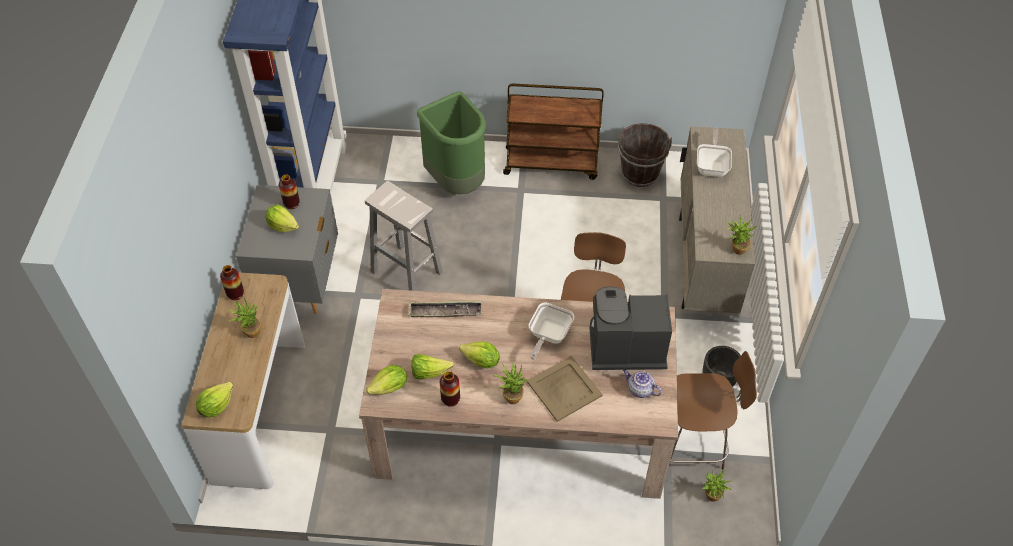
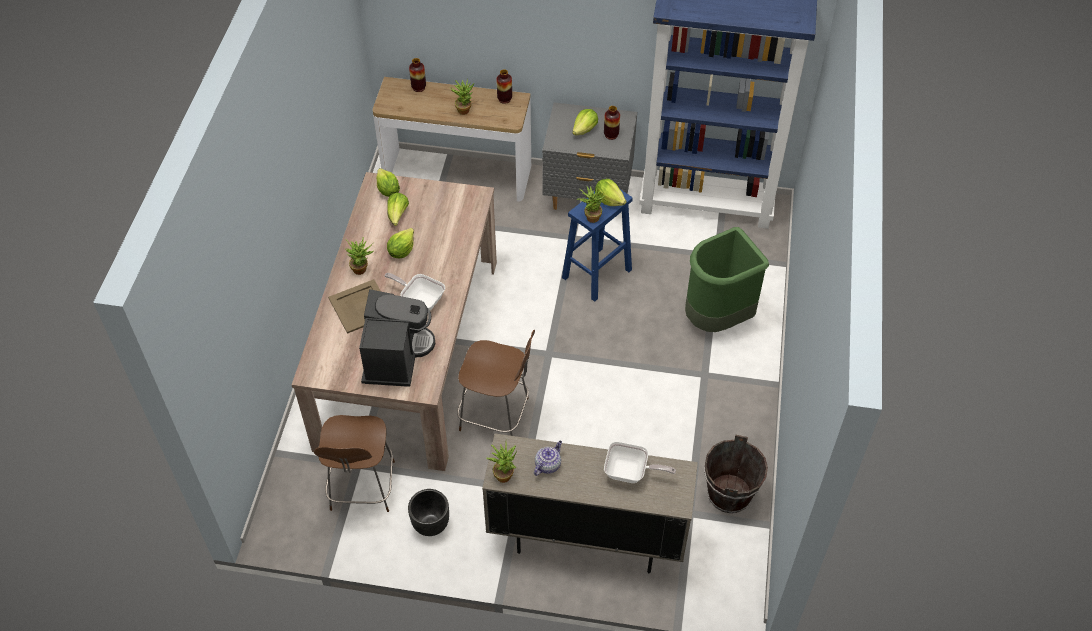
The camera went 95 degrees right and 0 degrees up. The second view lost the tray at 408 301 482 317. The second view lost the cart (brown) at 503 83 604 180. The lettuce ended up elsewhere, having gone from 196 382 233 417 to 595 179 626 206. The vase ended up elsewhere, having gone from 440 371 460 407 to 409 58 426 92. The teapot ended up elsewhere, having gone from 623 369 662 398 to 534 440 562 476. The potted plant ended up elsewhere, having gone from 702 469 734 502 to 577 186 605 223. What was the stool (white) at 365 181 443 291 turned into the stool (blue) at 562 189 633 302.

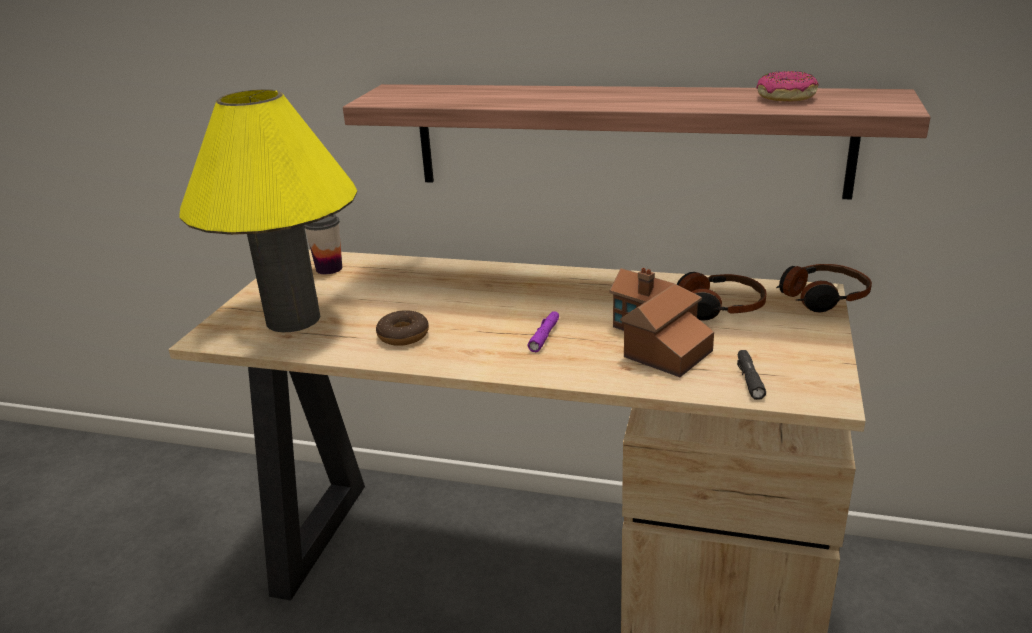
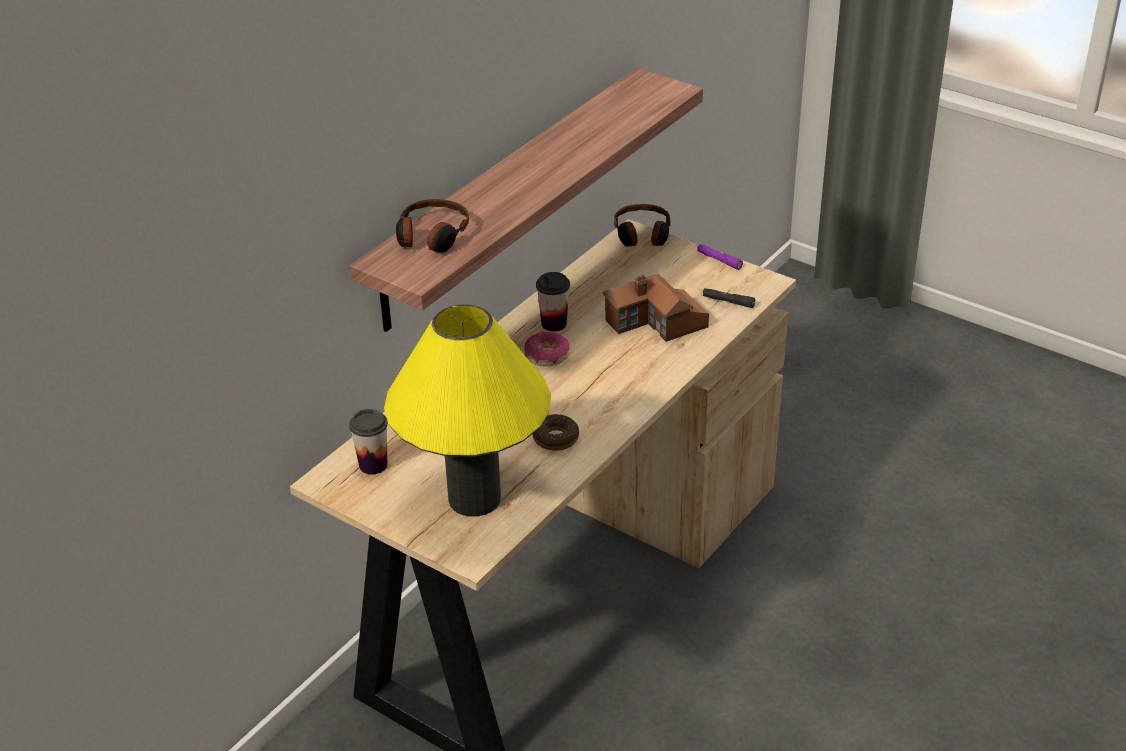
The camera went 70 degrees left and 10 degrees up. The second view gained the cup at 536 272 570 332. The flashlight (purple) ended up elsewhere, having gone from 527 311 559 352 to 697 244 743 270. The headphones ended up elsewhere, having gone from 677 272 767 321 to 396 199 469 253. The donut ended up elsewhere, having gone from 756 71 819 102 to 524 332 569 366.

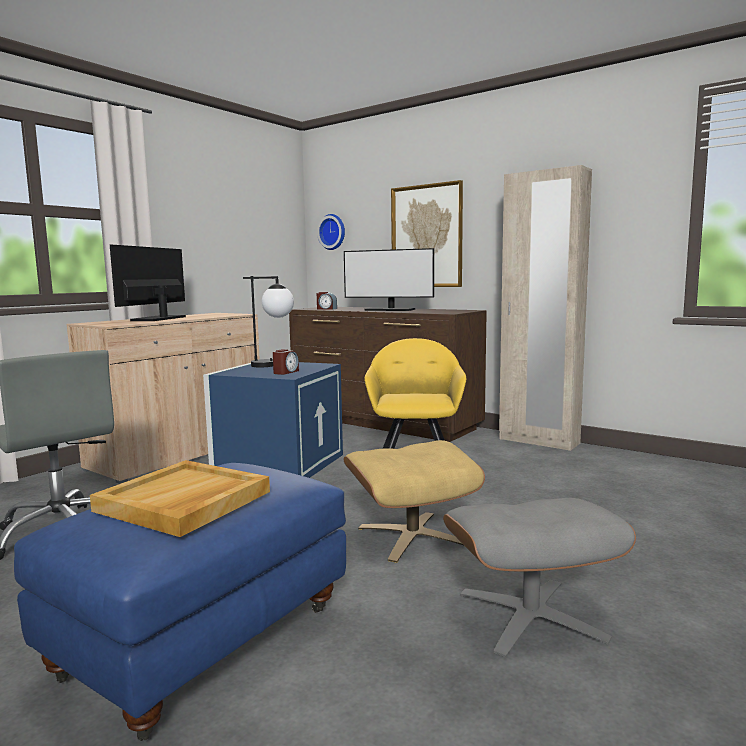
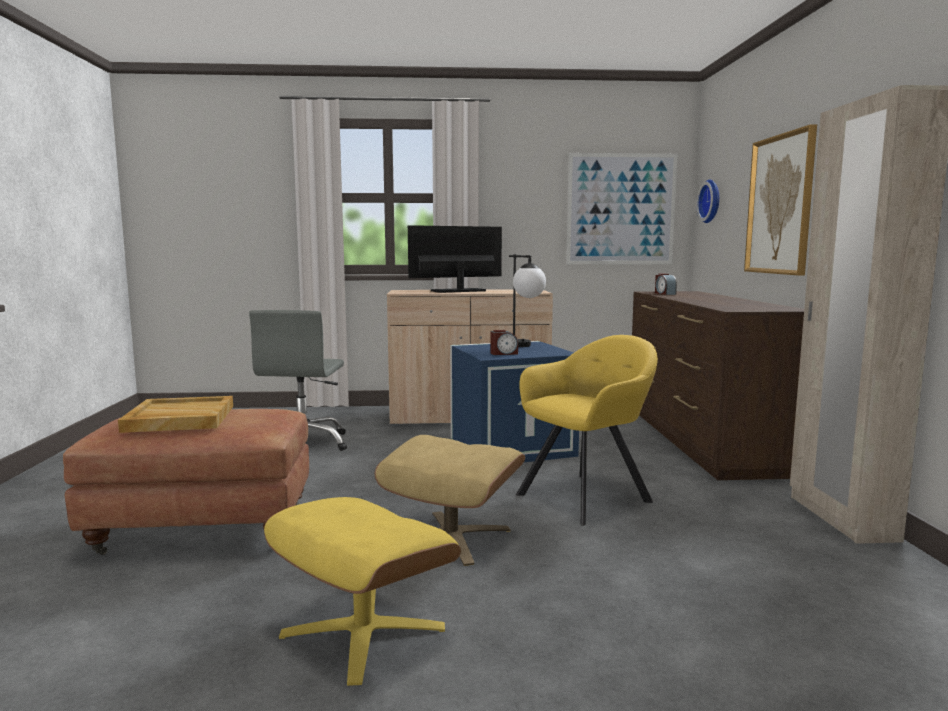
The camera went 50 degrees right and 0 degrees up. The second view lost the monitor at 344 248 434 311. The second view gained the picture at 566 153 678 264. What was the ottoman (blue) at 14 463 346 741 turned into the ottoman (brown) at 63 409 309 555. What was the ottoman (grey) at 443 498 636 657 turned into the ottoman (yellow) at 264 497 461 686.

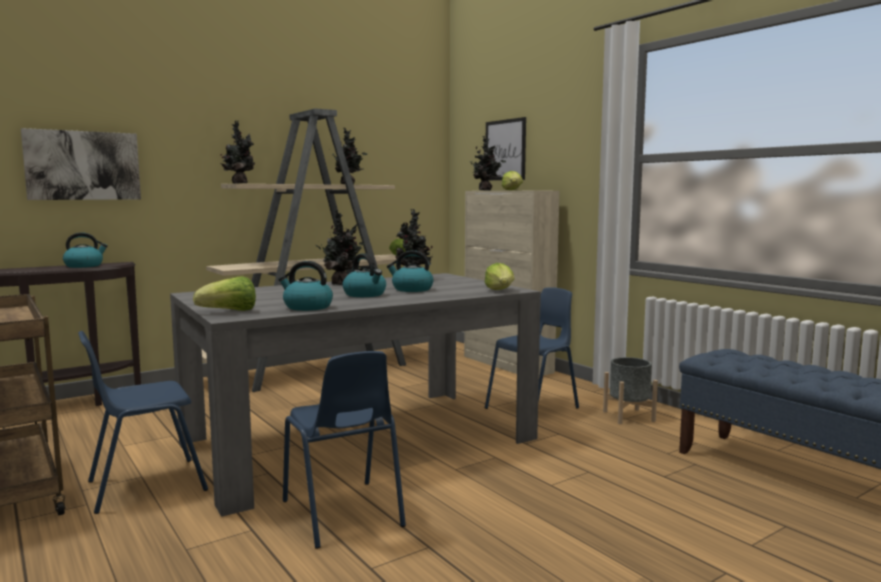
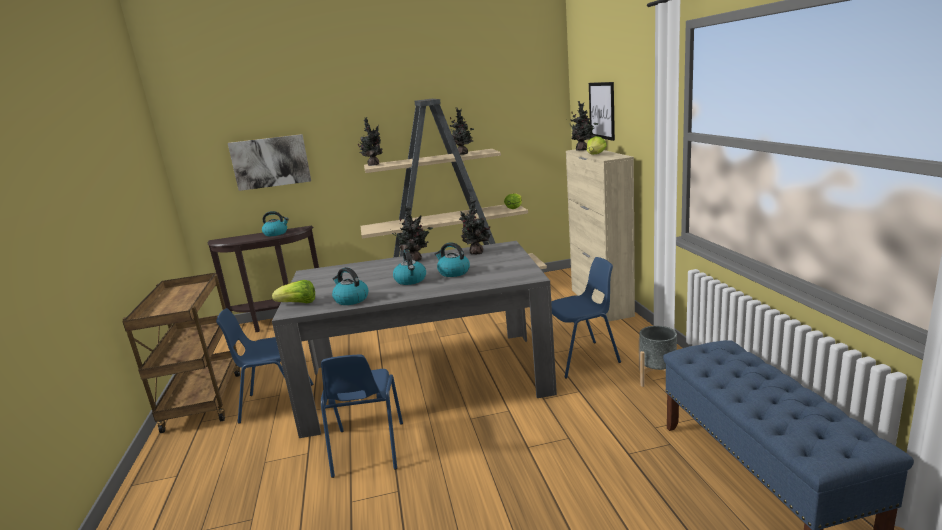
The camera went 25 degrees right and 10 degrees up. The second view lost the lettuce at 485 263 514 290.

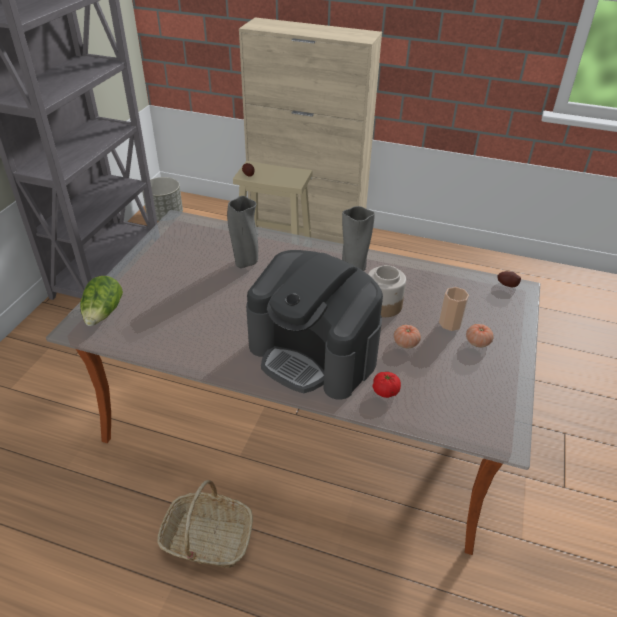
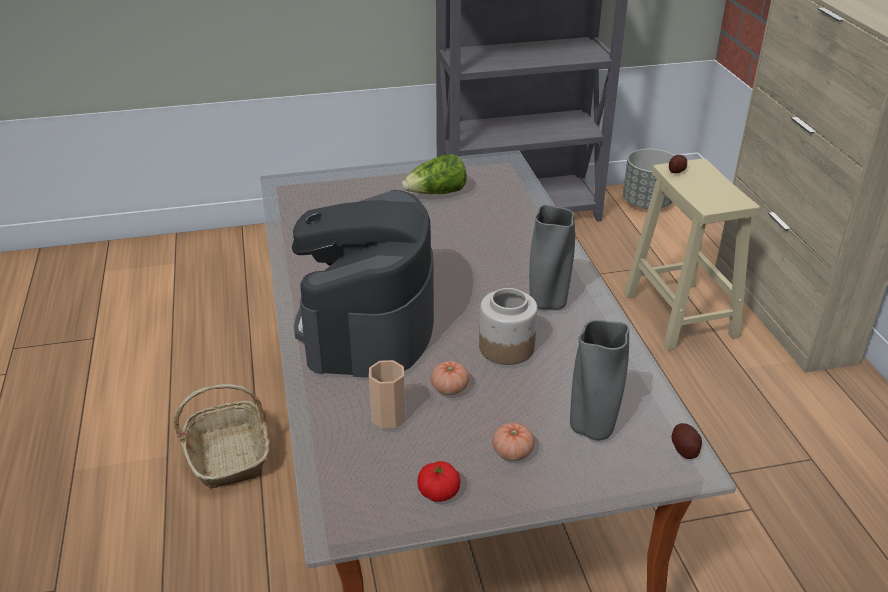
The camera went 60 degrees right and 5 degrees down. The lettuce ended up elsewhere, having gone from 80 276 123 326 to 402 154 467 194. The vase (grey) ended up elsewhere, having gone from 227 196 258 268 to 570 320 629 441. The tomato ended up elsewhere, having gone from 372 372 401 398 to 417 461 460 502. The cup ended up elsewhere, having gone from 439 287 469 331 to 369 360 406 429.

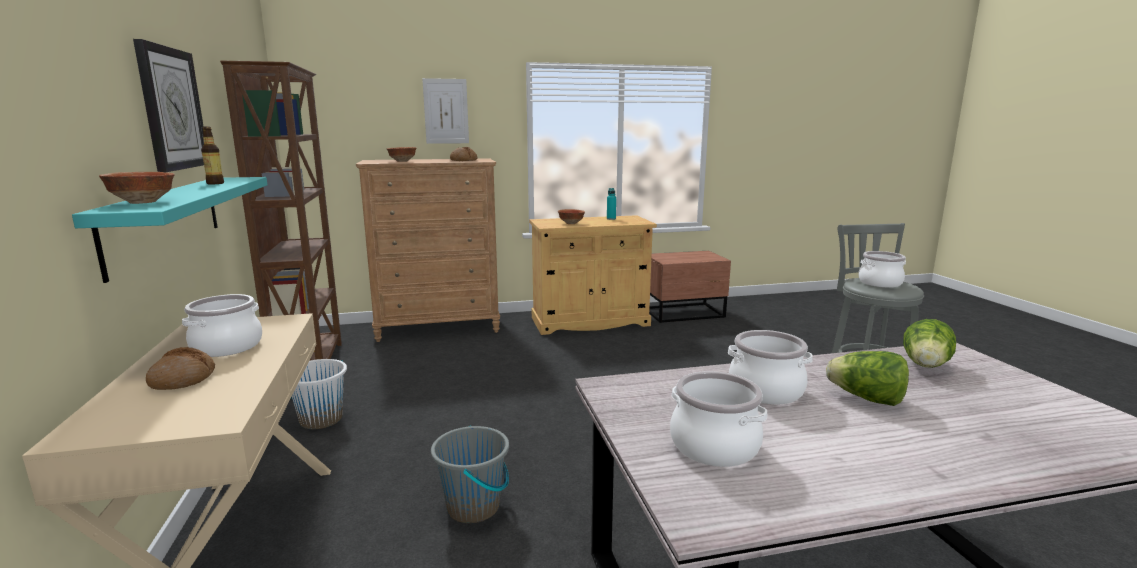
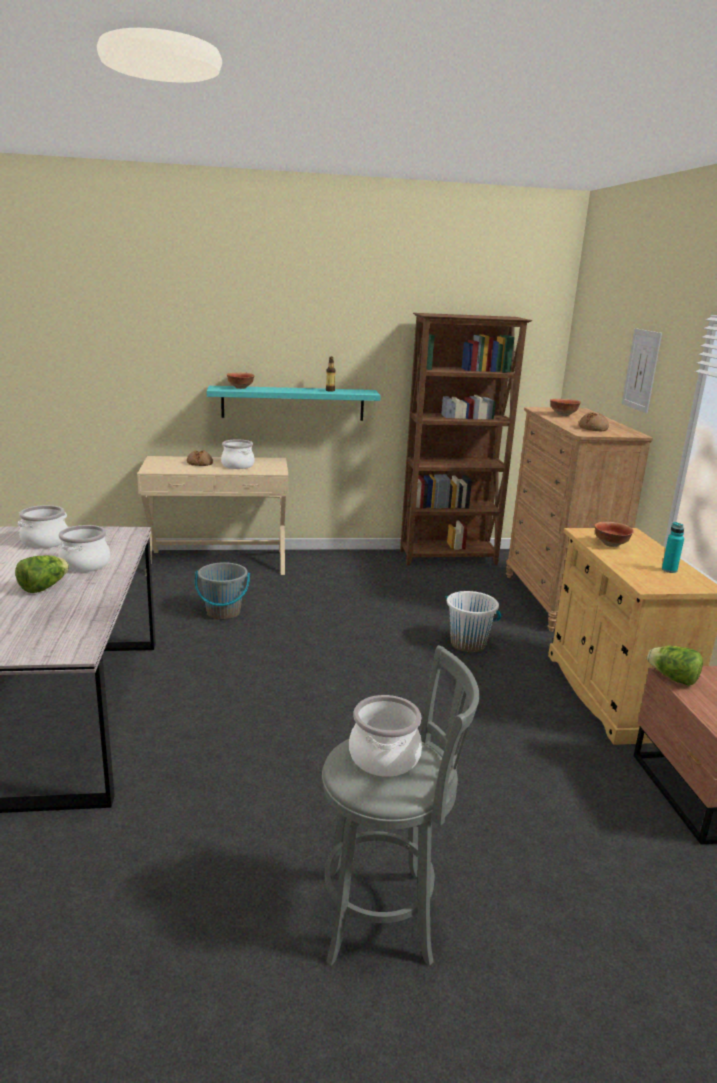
The camera went 95 degrees right and 5 degrees up. The second view lost the wall clock at 133 39 204 172. The bucket (white) ended up elsewhere, having gone from 291 359 347 429 to 445 591 501 653. The lettuce ended up elsewhere, having gone from 903 319 956 368 to 647 646 703 686.

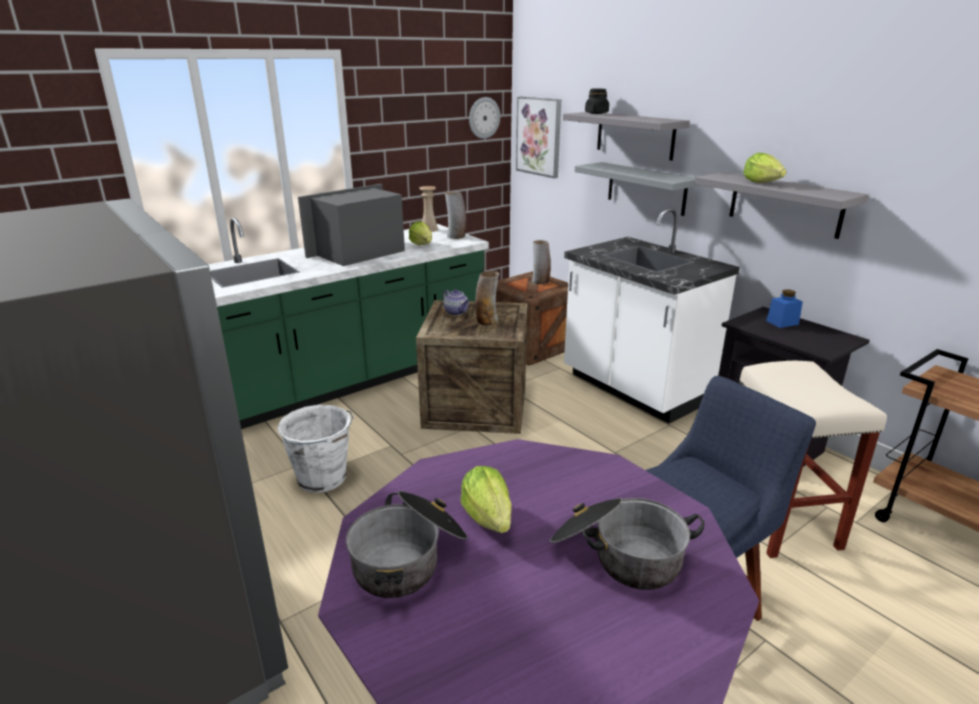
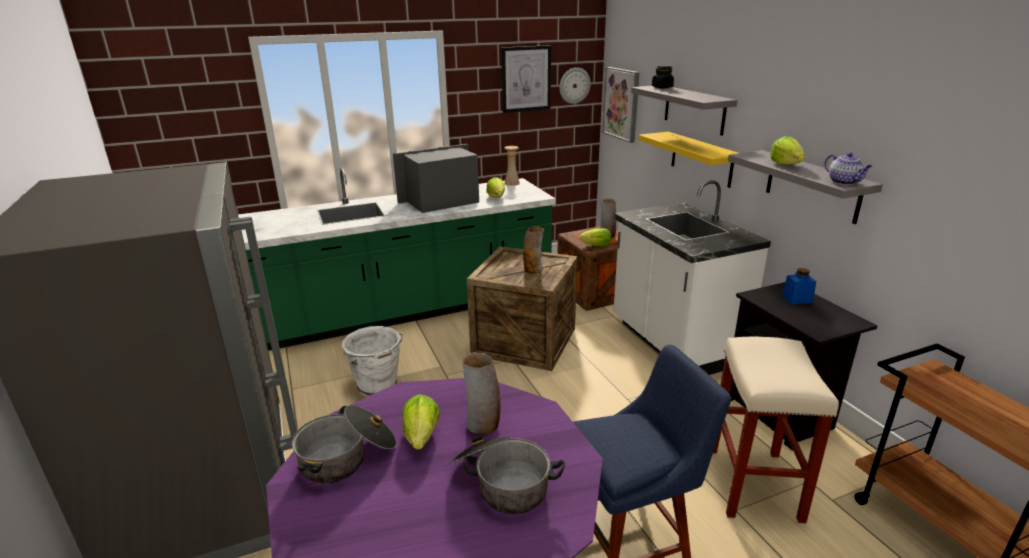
The camera went 15 degrees right and 0 degrees up. The second view gained the picture at 501 45 551 113. The second view gained the lettuce at 580 228 611 247. The teapot ended up elsewhere, having gone from 443 289 469 315 to 824 153 872 185. The vase ended up elsewhere, having gone from 445 191 466 239 to 462 352 500 435. What was the shelf (grey) at 575 162 701 216 turned into the shelf (yellow) at 638 132 738 188.

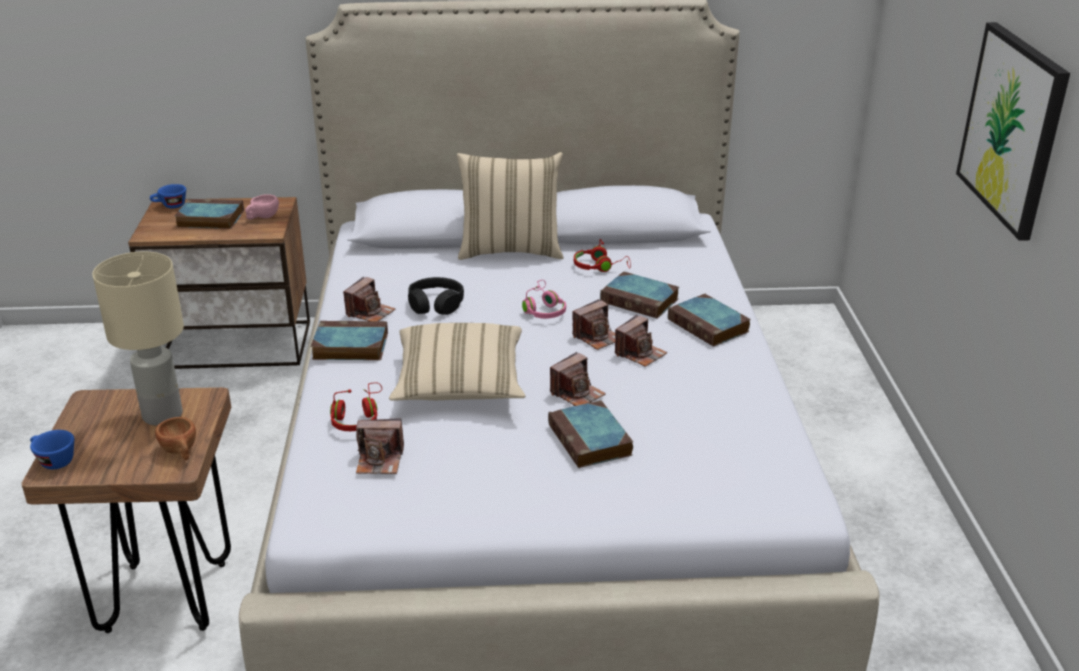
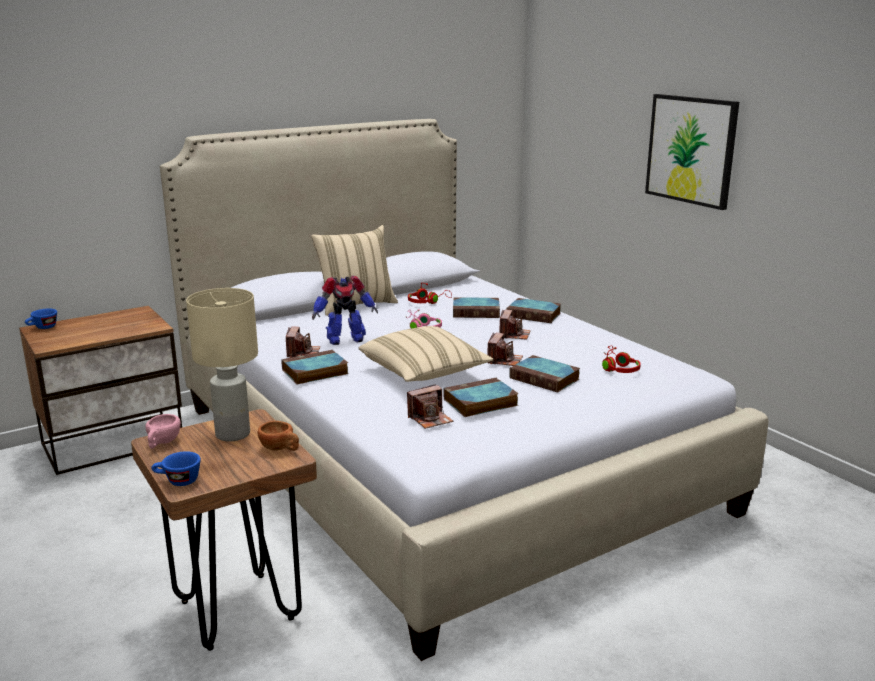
The camera went 30 degrees left and 10 degrees down. The second view lost the photo camera at 572 299 615 350. The book ended up elsewhere, having gone from 175 199 244 229 to 444 378 519 417. The cup (pink) ended up elsewhere, having gone from 245 194 279 220 to 145 414 181 449. The headphones (red) ended up elsewhere, having gone from 330 382 382 431 to 602 345 641 373. Where the headphones (black) stood at 408 277 464 315, the toy robot came to stand at 312 276 378 345.

